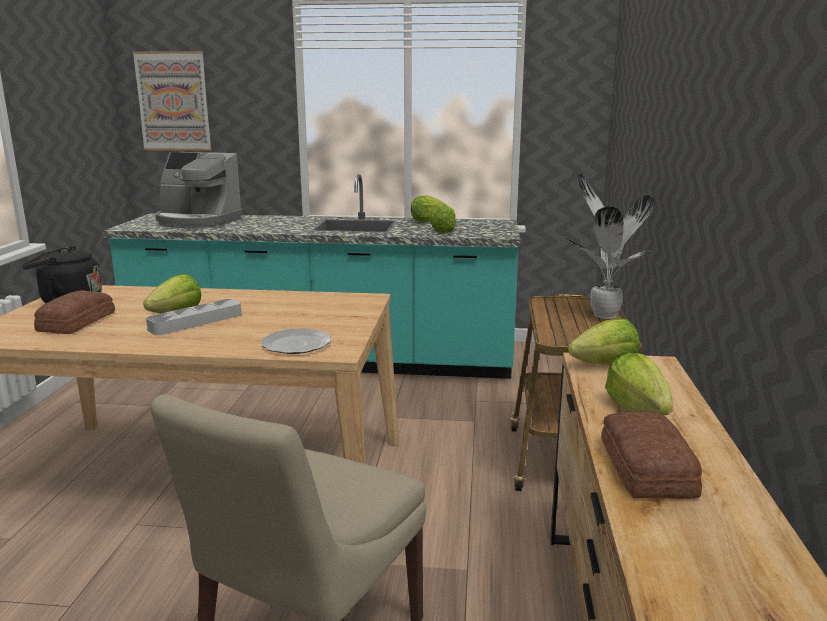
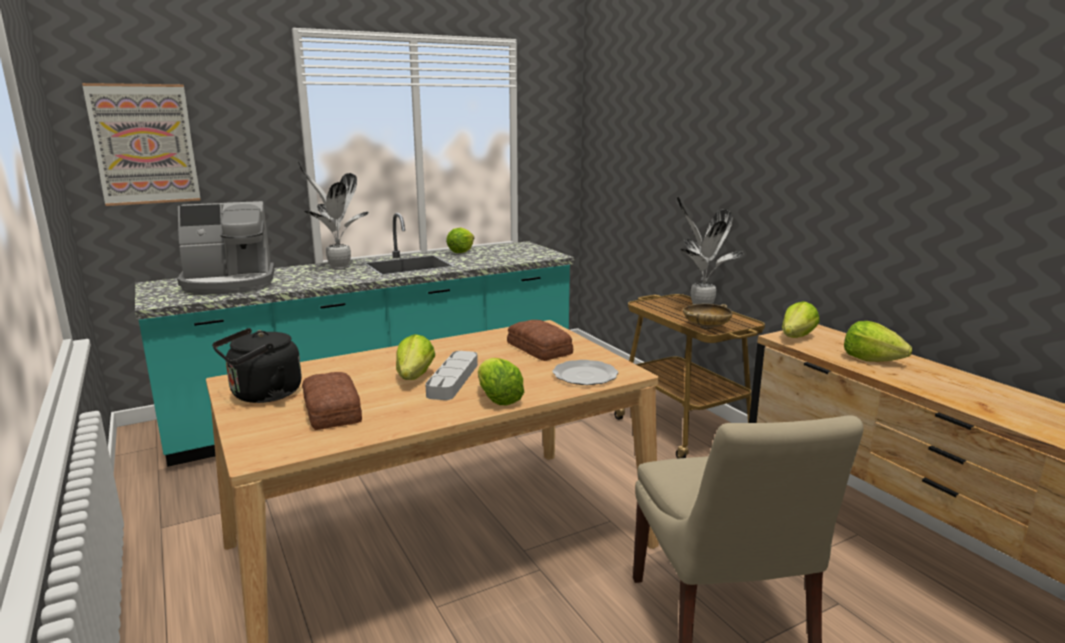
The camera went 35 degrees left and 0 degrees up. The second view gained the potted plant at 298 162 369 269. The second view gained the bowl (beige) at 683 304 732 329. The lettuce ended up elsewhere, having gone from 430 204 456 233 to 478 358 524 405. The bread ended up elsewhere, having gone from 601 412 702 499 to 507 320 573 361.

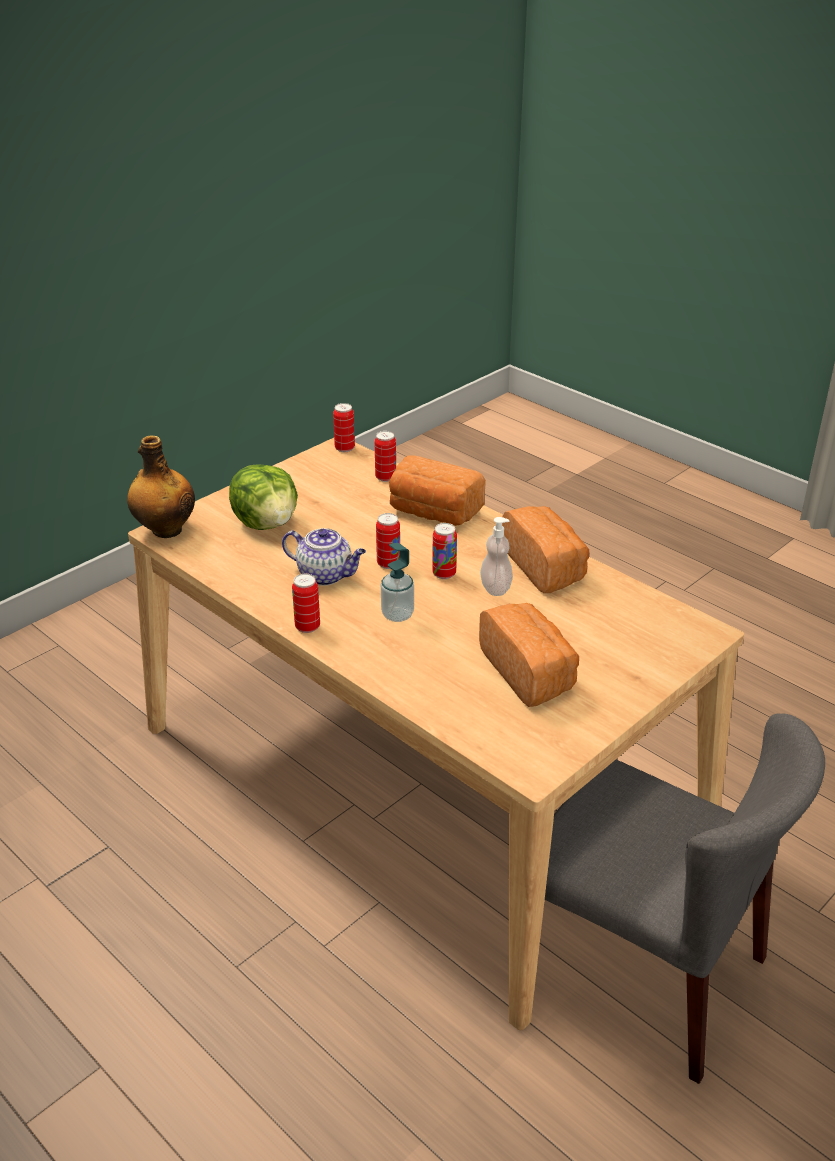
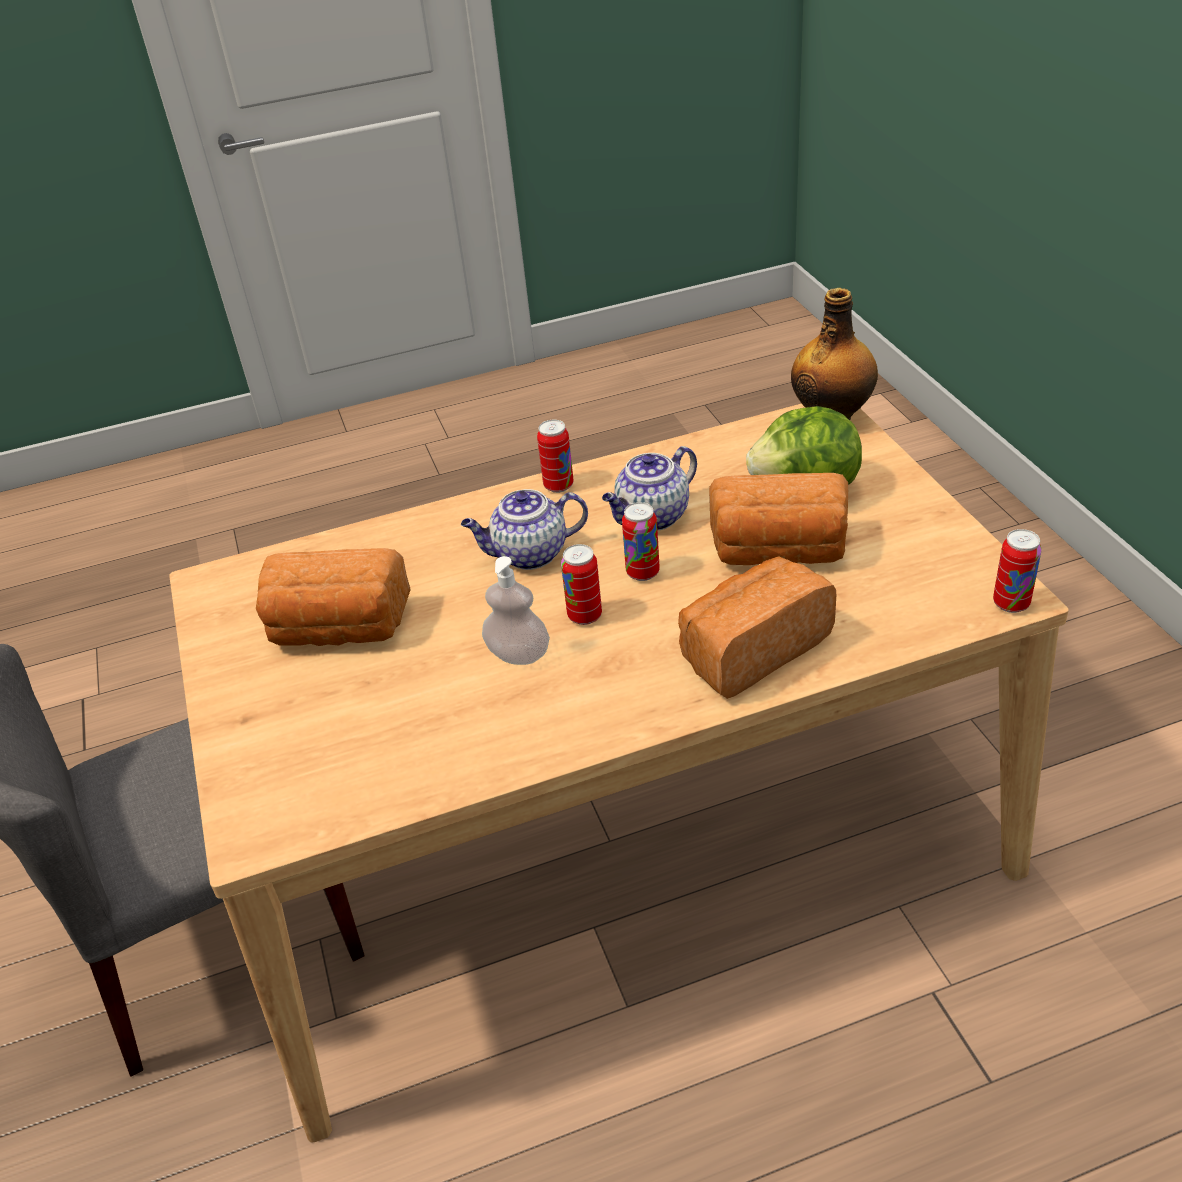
The camera went 120 degrees right and 5 degrees up. The second view lost the can at 374 431 396 482. The bread ended up elsewhere, having gone from 502 506 589 593 to 709 473 848 565. Where the soap dispenser stood at 381 543 414 622, the teapot came to stand at 461 489 588 570.

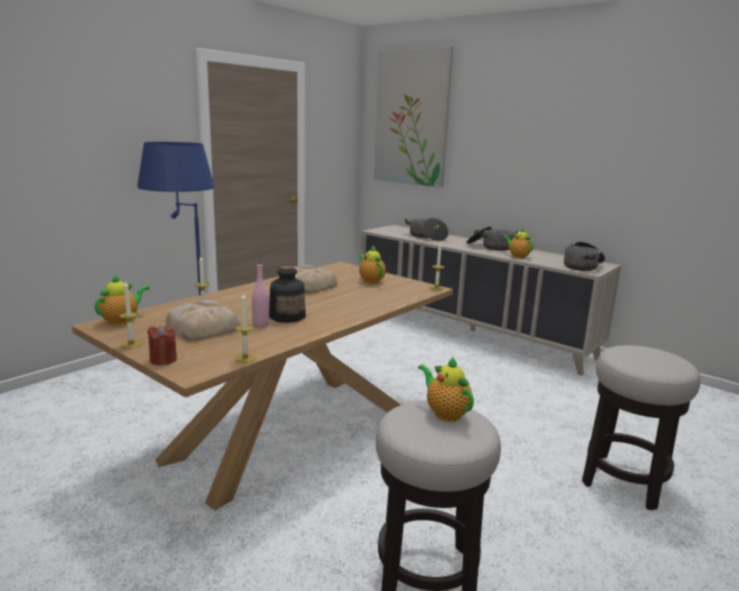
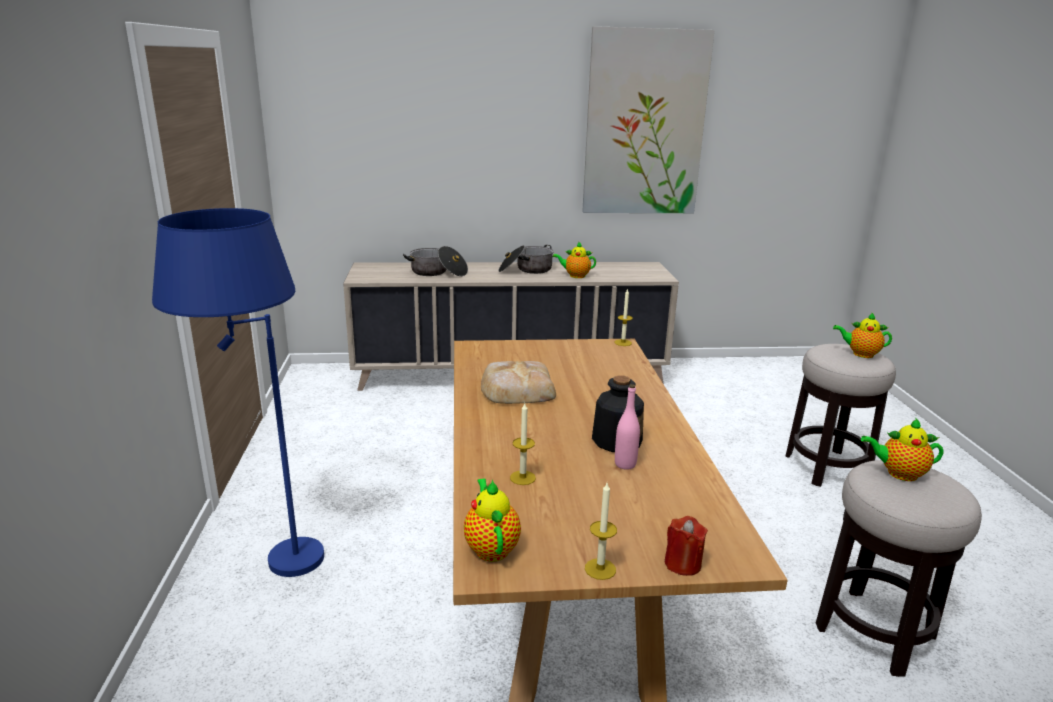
The camera went 45 degrees left and 5 degrees up. The second view lost the bread at 165 300 240 341. The second view lost the candle at 235 292 256 363. The second view lost the cooking pot at 564 242 605 271. The teapot ended up elsewhere, having gone from 359 245 386 284 to 833 312 892 358. The picture ended up elsewhere, having gone from 374 46 453 187 to 582 26 715 213.

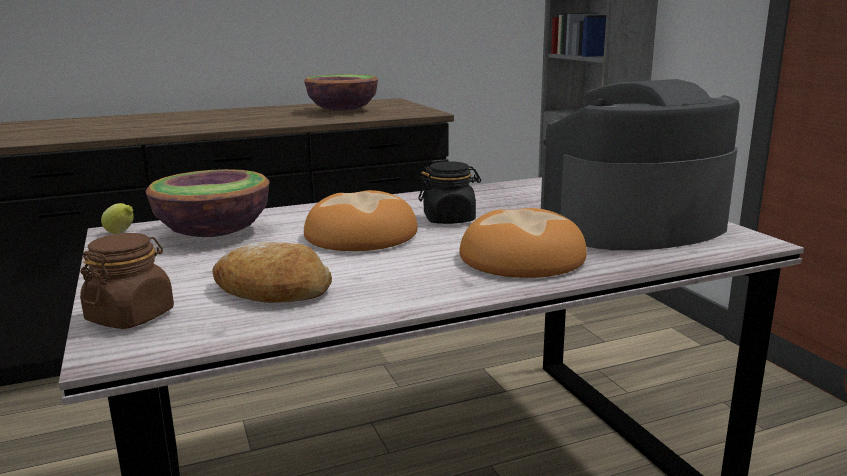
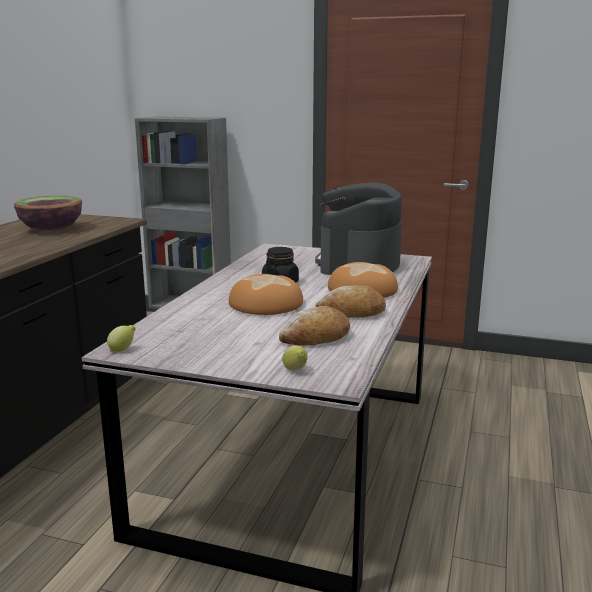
The camera went 50 degrees left and 0 degrees up. The second view lost the bowl at 146 169 270 237. The second view gained the bread at 315 285 386 318. Where the jar (brown) stood at 80 233 174 329, the lemon came to stand at 282 346 308 371.

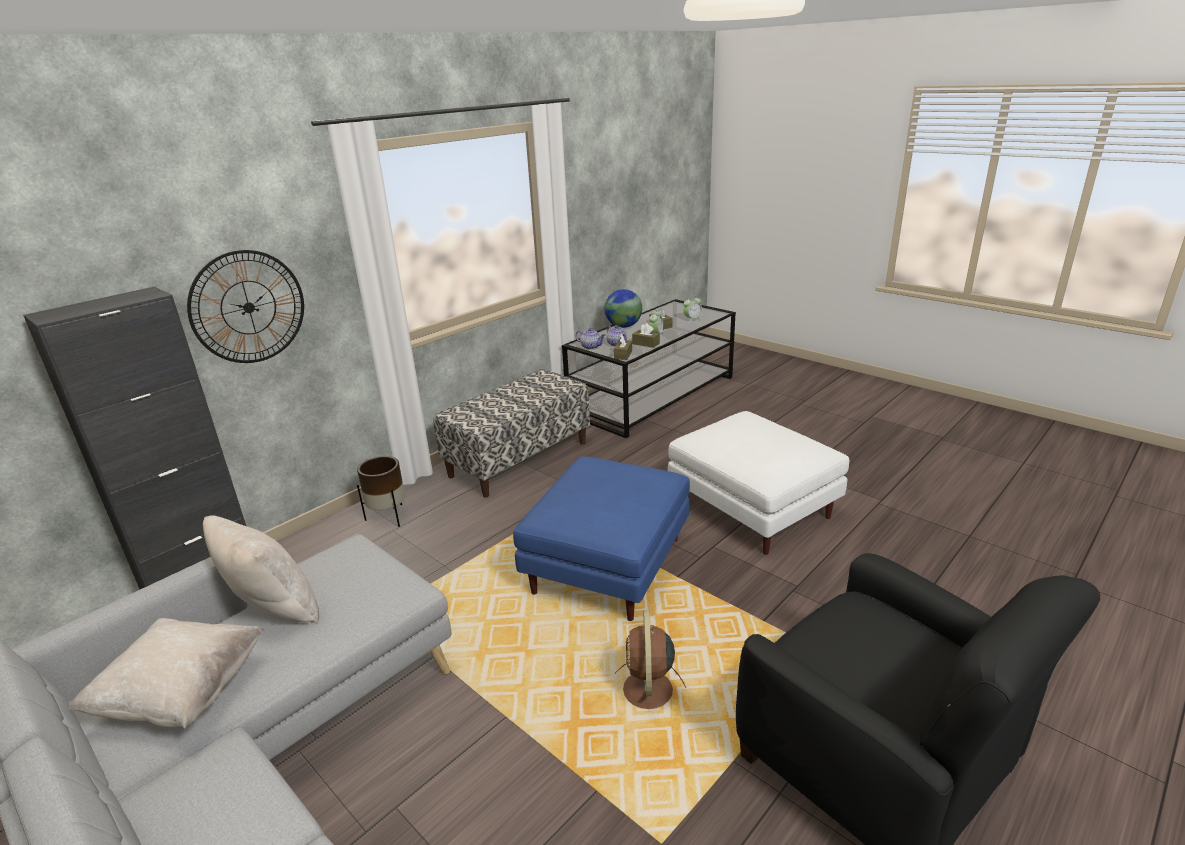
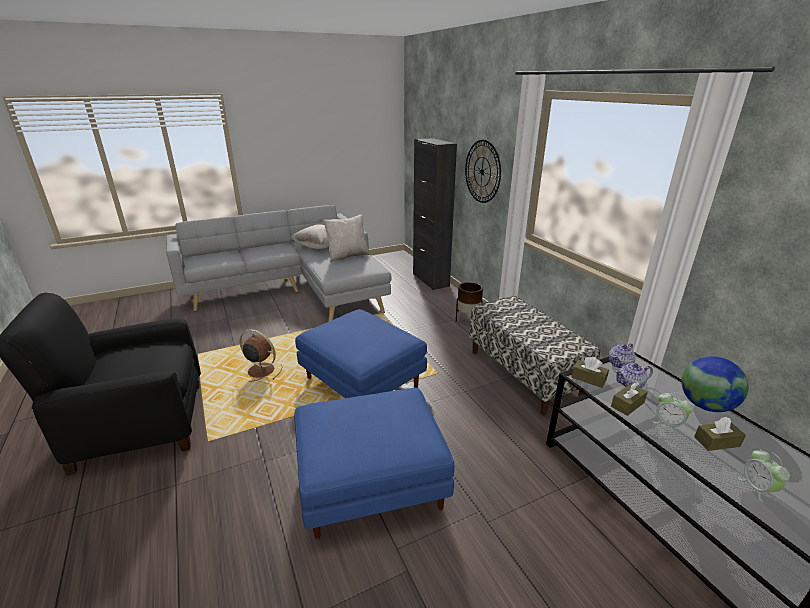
The camera went 110 degrees right and 0 degrees up. What was the ottoman (white) at 668 411 849 555 turned into the ottoman (blue) at 294 388 454 539.

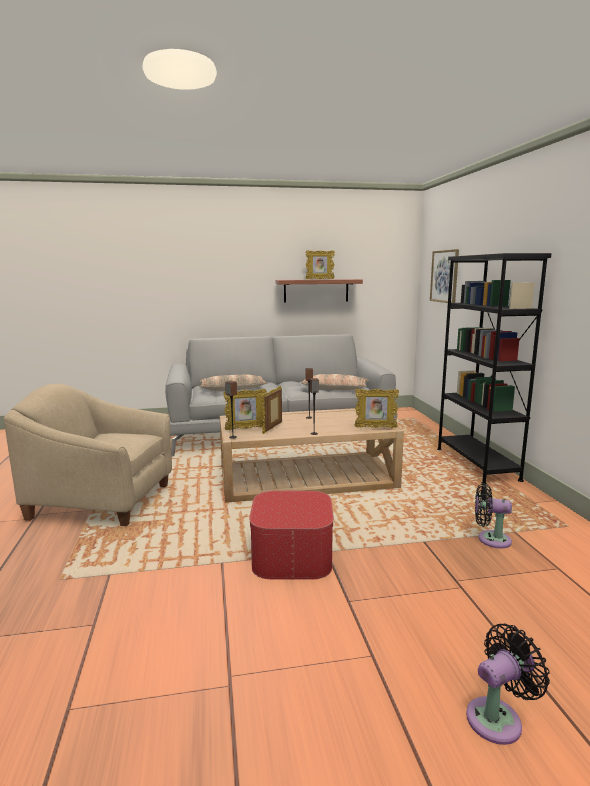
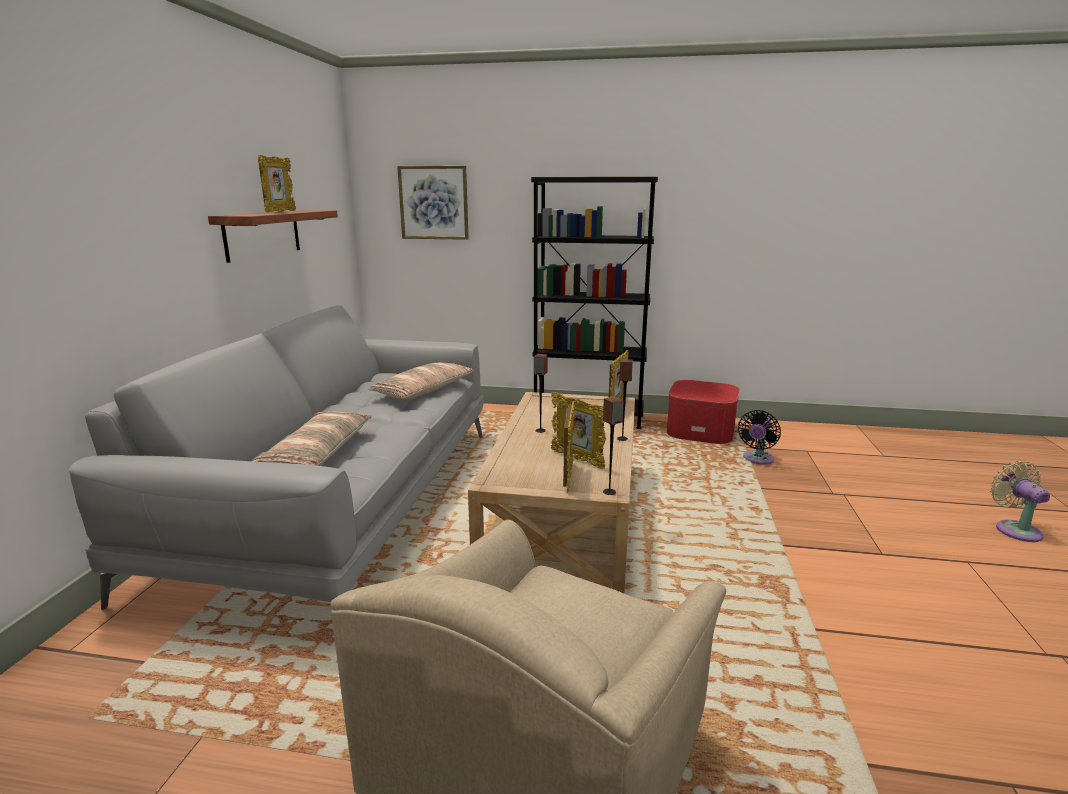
The camera went 70 degrees left and 5 degrees up. The ottoman ended up elsewhere, having gone from 249 491 334 580 to 667 380 740 444. What was the fan (black) at 466 624 550 745 turned into the fan (beige) at 990 461 1050 542.

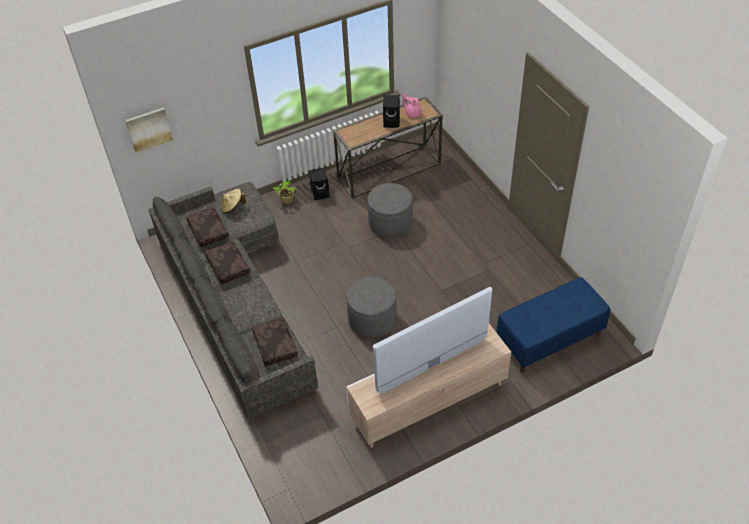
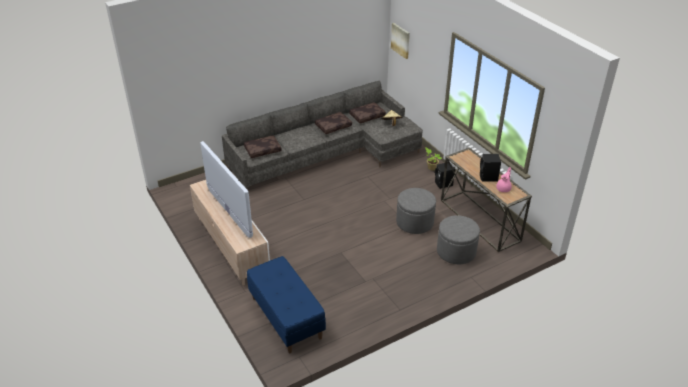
The camera went 85 degrees right and 10 degrees down. The ottoman (grey) ended up elsewhere, having gone from 346 277 396 338 to 437 215 480 264.

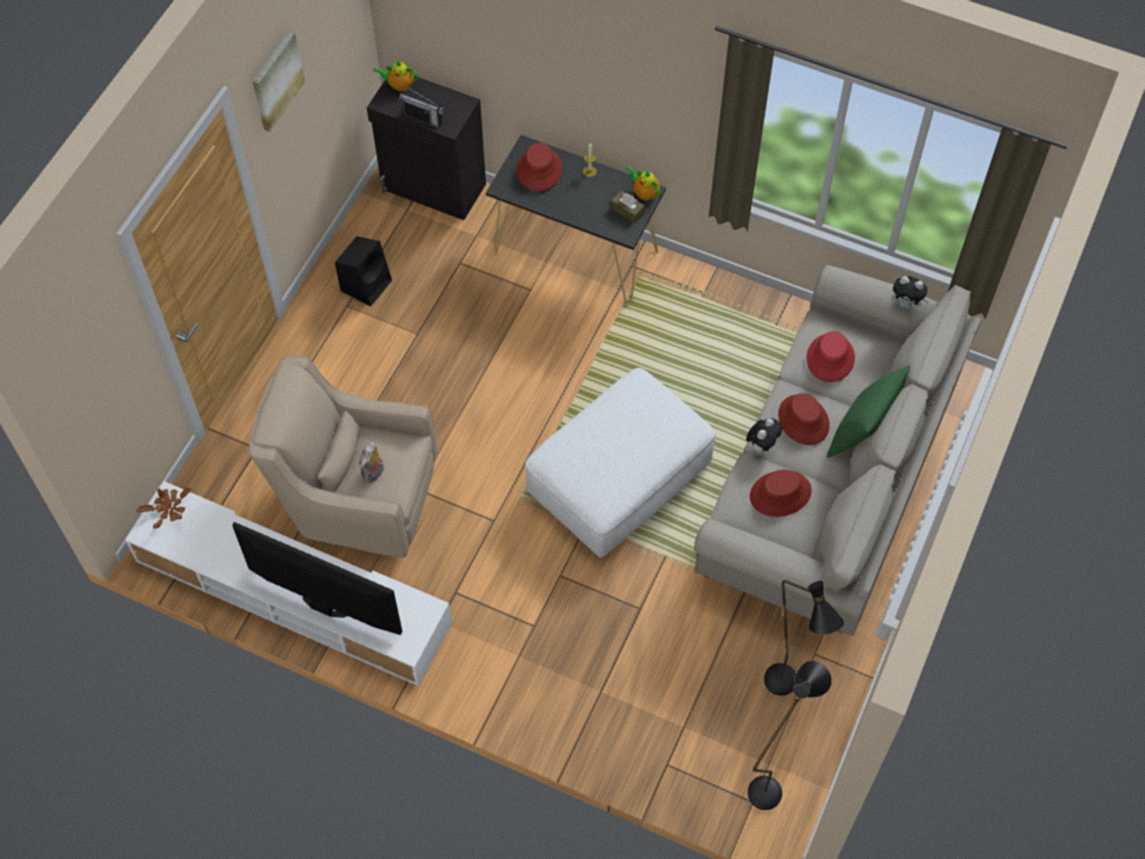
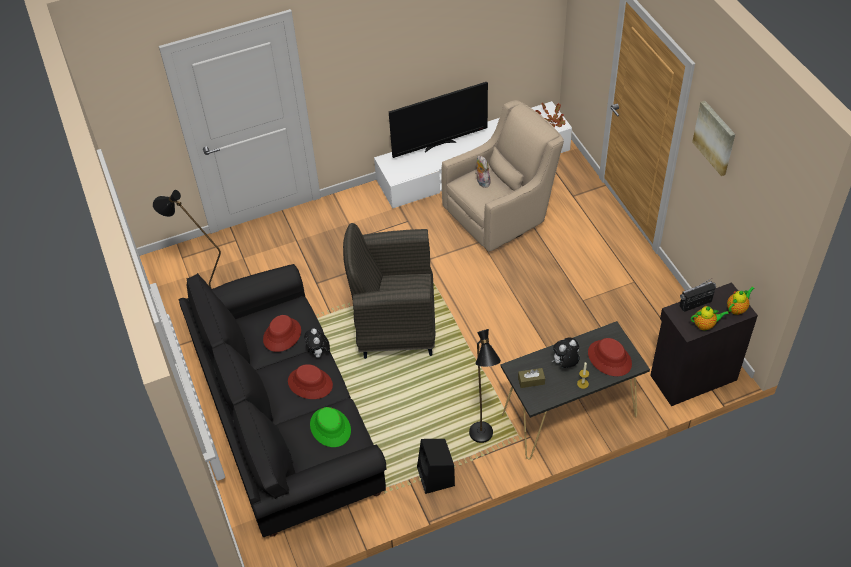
The camera went 135 degrees right and 10 degrees down. The second view lost the pillow (green) at 827 365 910 458. The speaker (black) ended up elsewhere, having gone from 335 236 392 307 to 417 439 455 494. The teapot ended up elsewhere, having gone from 625 166 661 201 to 691 306 729 330. The floor lamp (black) ended up elsewhere, having gone from 748 661 832 810 to 469 329 501 443. The plush toy ended up elsewhere, having gone from 892 276 929 309 to 552 338 580 368. Where the ottoman (white) stood at 525 368 716 558, the armchair (grey) came to stand at 343 223 436 359. What was the sofa (beige) at 694 265 981 636 turned into the sofa (black) at 179 264 386 537. What was the hat (red) at 806 331 855 382 turned into the hat (green) at 310 407 351 447.

